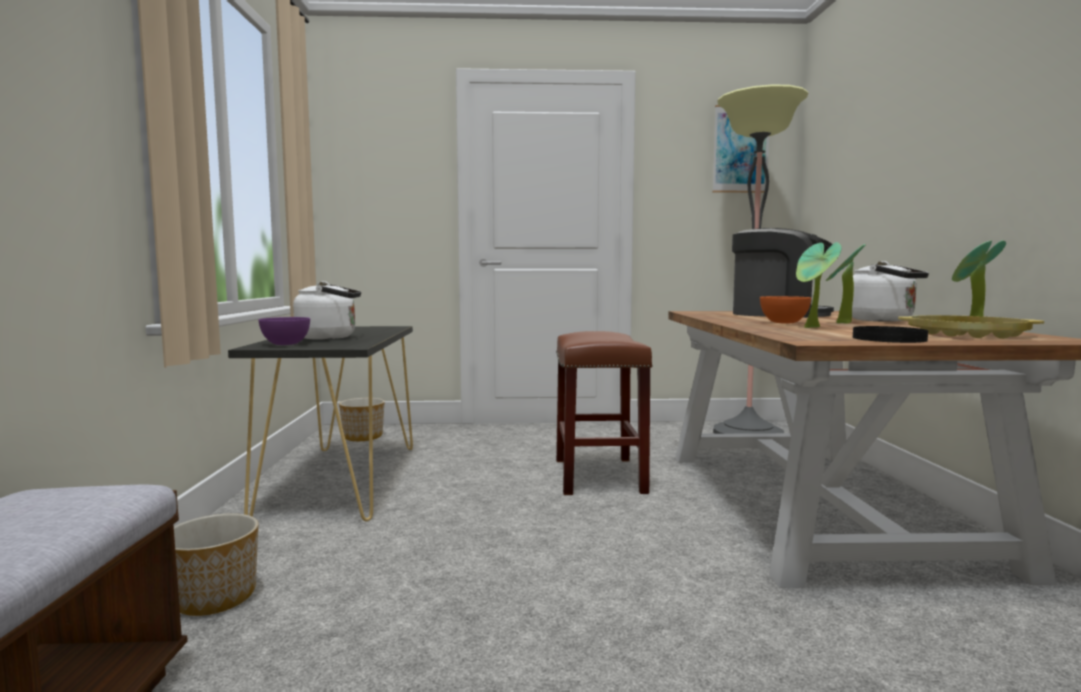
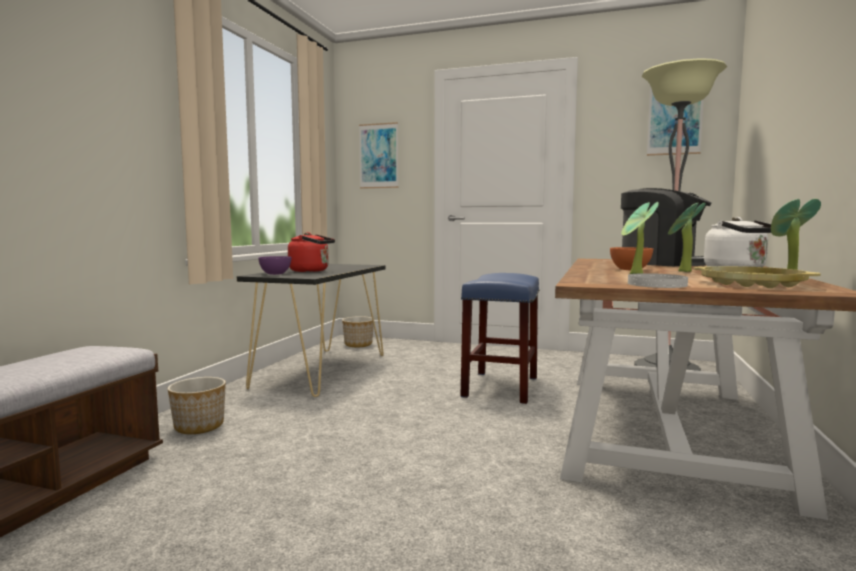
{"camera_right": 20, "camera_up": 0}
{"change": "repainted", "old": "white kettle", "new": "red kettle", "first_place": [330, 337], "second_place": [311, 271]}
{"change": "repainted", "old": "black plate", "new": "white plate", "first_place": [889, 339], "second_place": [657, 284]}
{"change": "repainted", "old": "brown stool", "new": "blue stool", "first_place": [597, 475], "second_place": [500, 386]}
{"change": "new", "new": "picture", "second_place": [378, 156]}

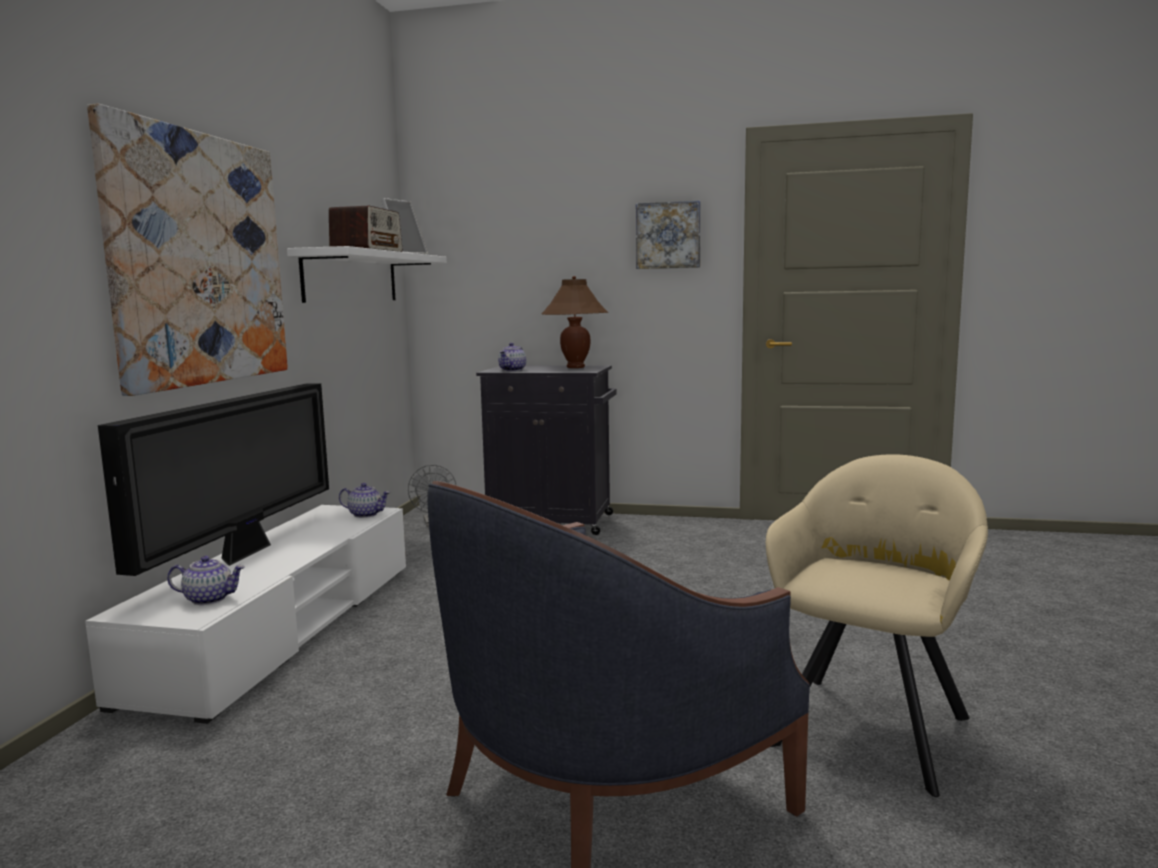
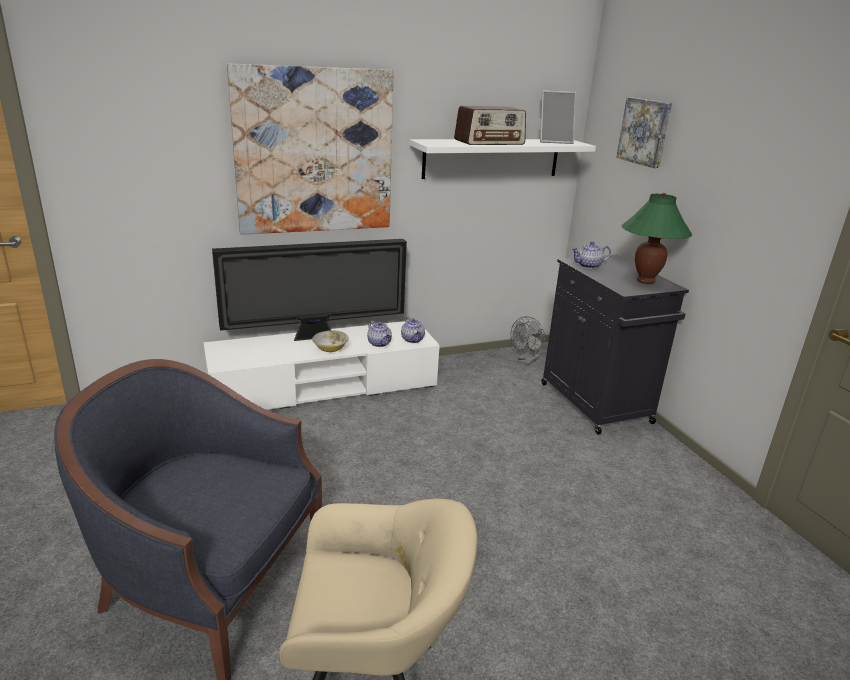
{"camera_right": 55, "camera_up": 15}
{"change": "shifted", "old": "picture", "first_place": [668, 235], "second_place": [645, 132]}
{"change": "repainted", "old": "brown table lamp", "new": "green table lamp", "first_place": [575, 367], "second_place": [645, 281]}
{"change": "shifted", "old": "teapot", "first_place": [209, 599], "second_place": [379, 343]}
{"change": "new", "new": "bowl", "second_place": [330, 349]}

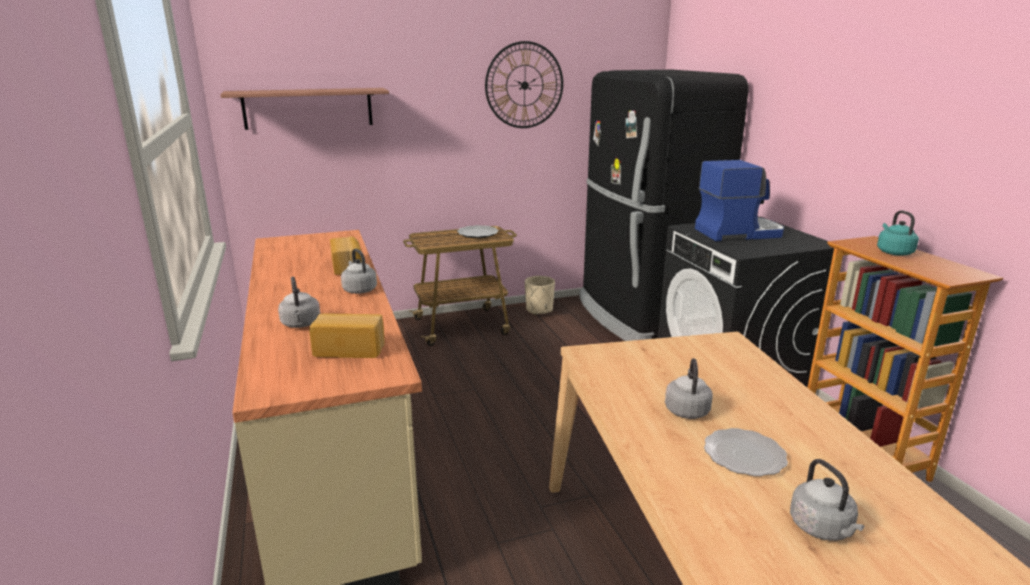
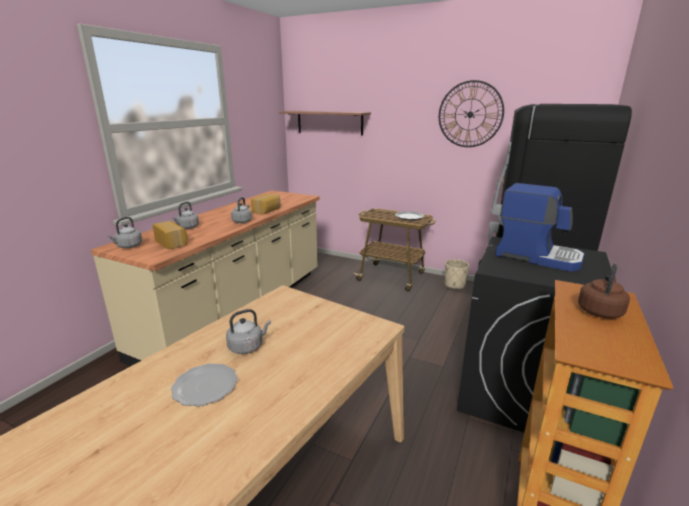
{"camera_right": 45, "camera_up": 0}
{"change": "repainted", "old": "turquoise kettle", "new": "brown kettle", "first_place": [893, 252], "second_place": [600, 311]}
{"change": "shifted", "old": "grey kettle", "first_place": [822, 529], "second_place": [128, 246]}

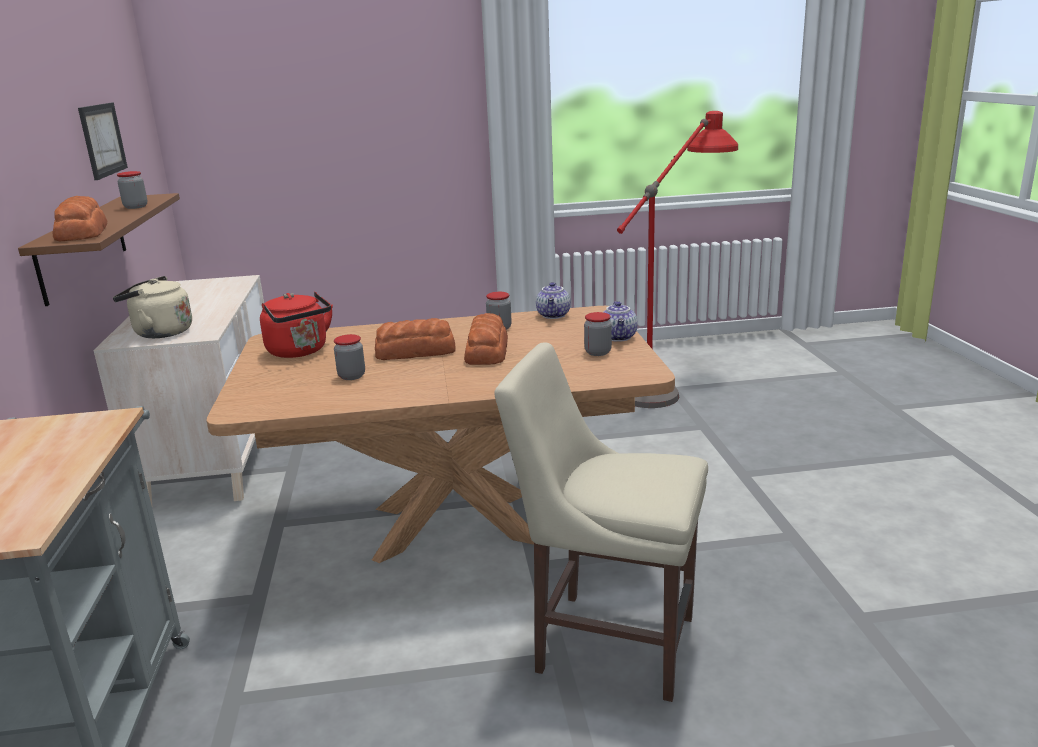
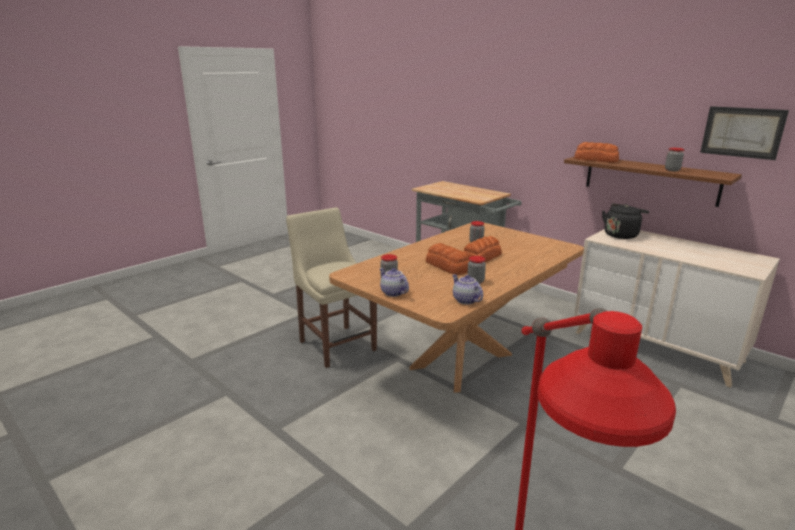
{"camera_right": 140, "camera_up": 0}
{"change": "repainted", "old": "beige kettle", "new": "black kettle", "first_place": [159, 333], "second_place": [621, 235]}
{"change": "gone", "old": "red kettle", "first_place": [300, 352]}
{"change": "rotated", "old": "beige chair", "first_place": [607, 641], "second_place": [336, 344], "degrees": -105}

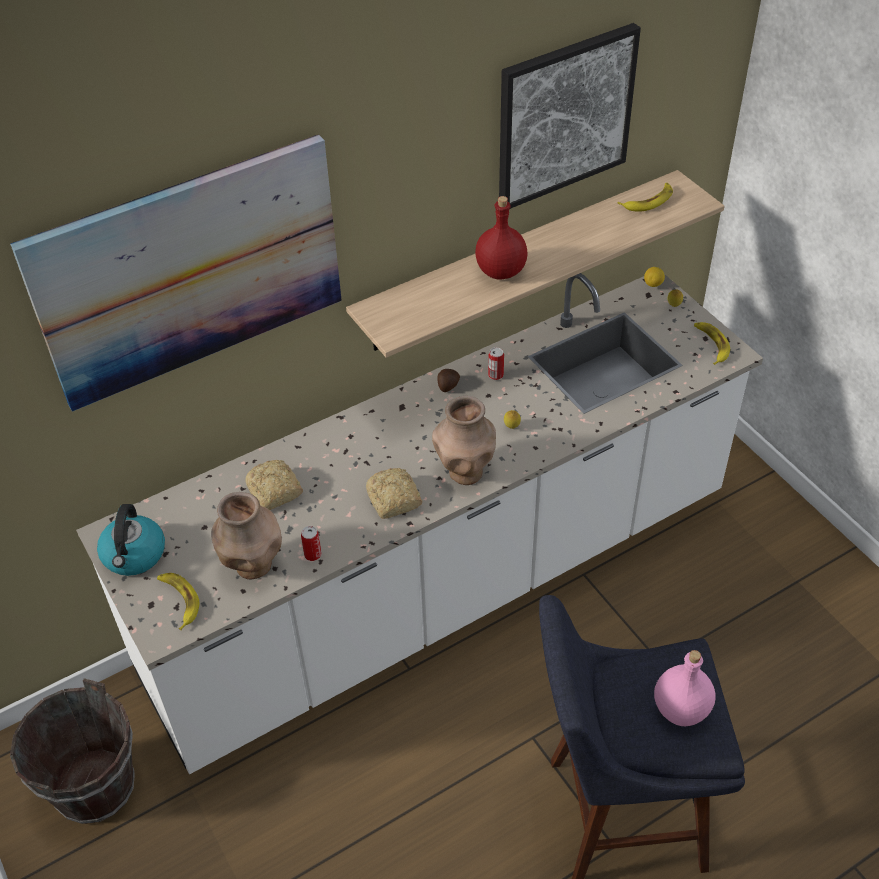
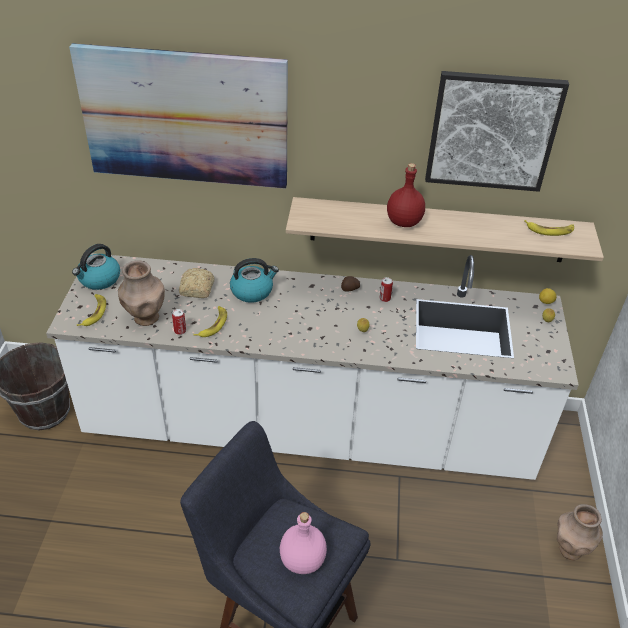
{"camera_right": 35, "camera_up": -5}
{"change": "shifted", "old": "banana", "first_place": [711, 345], "second_place": [213, 324]}
{"change": "shifted", "old": "brown vase", "first_place": [465, 471], "second_place": [570, 549]}
{"change": "gone", "old": "bread", "first_place": [393, 501]}
{"change": "new", "new": "kettle", "second_place": [252, 291]}

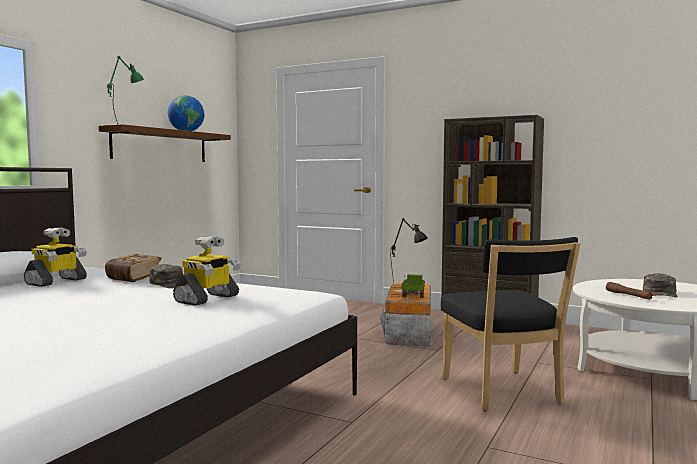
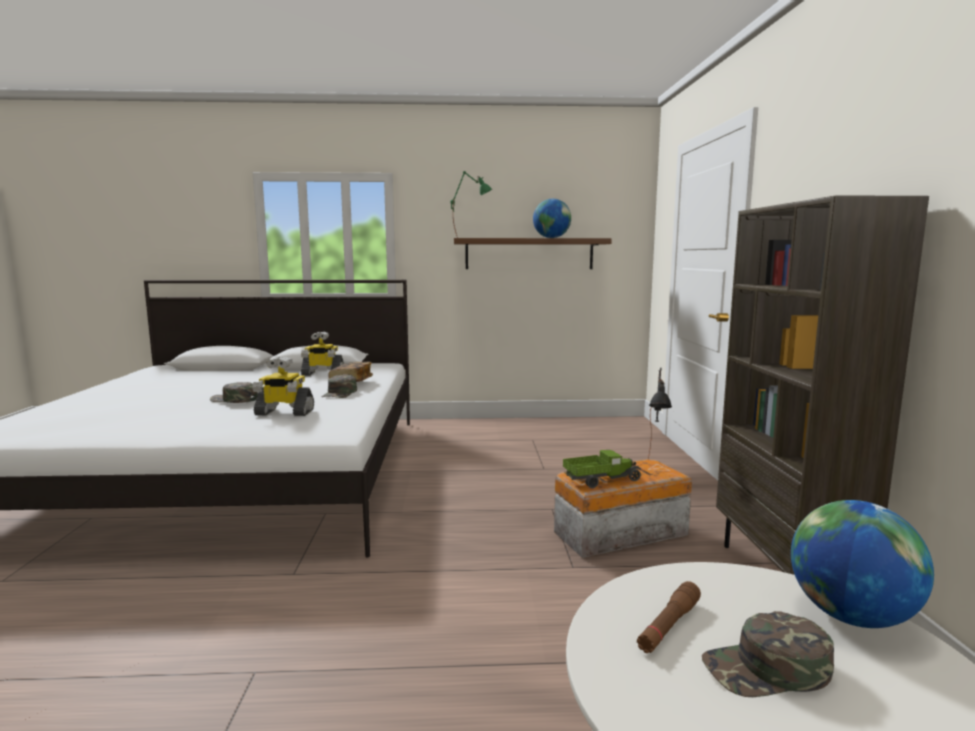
{"camera_right": 60, "camera_up": 5}
{"change": "gone", "old": "black chair", "first_place": [503, 393]}
{"change": "new", "new": "green cap", "second_place": [234, 399]}
{"change": "new", "new": "globe", "second_place": [851, 616]}

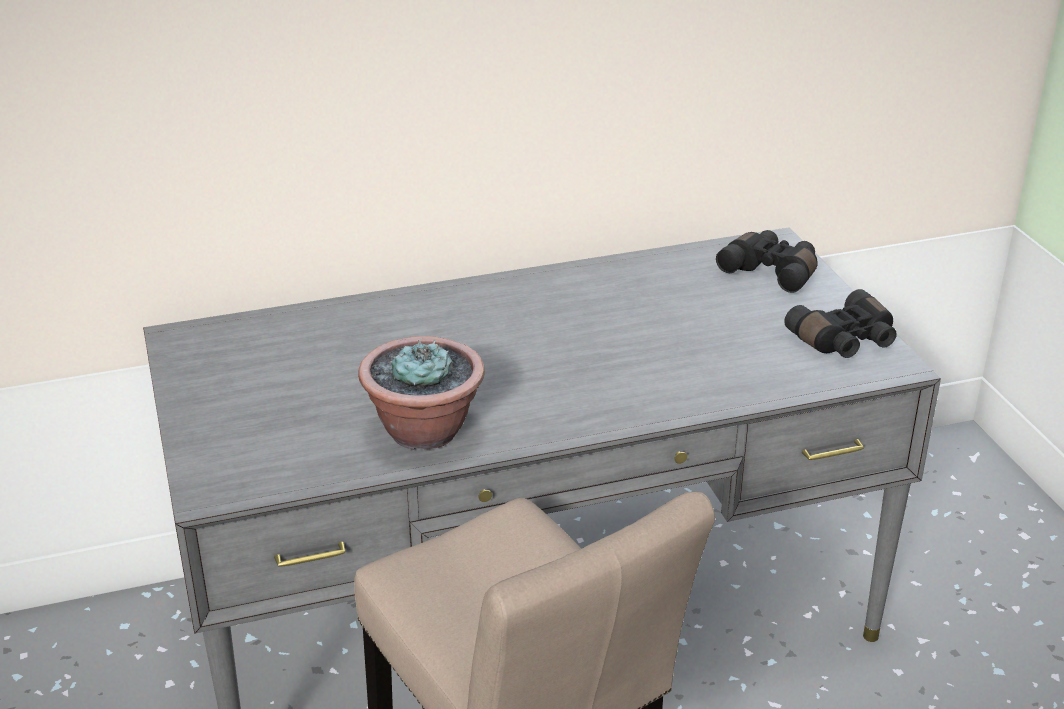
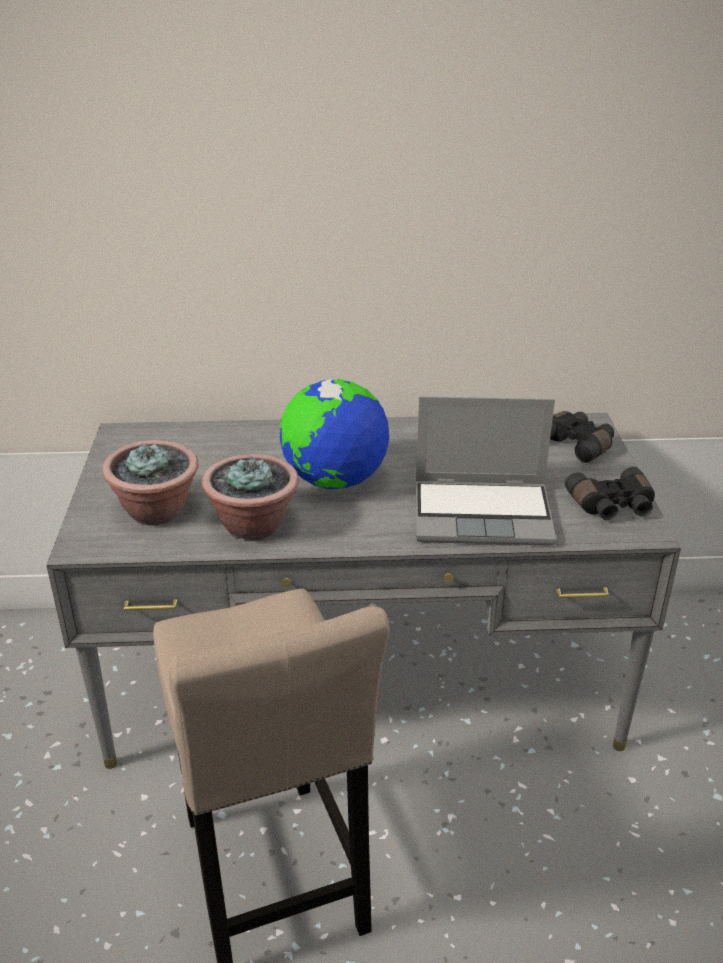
{"camera_right": 15, "camera_up": 0}
{"change": "new", "new": "globe", "second_place": [334, 481]}
{"change": "new", "new": "laptop", "second_place": [484, 514]}
{"change": "new", "new": "potted plant", "second_place": [157, 511]}

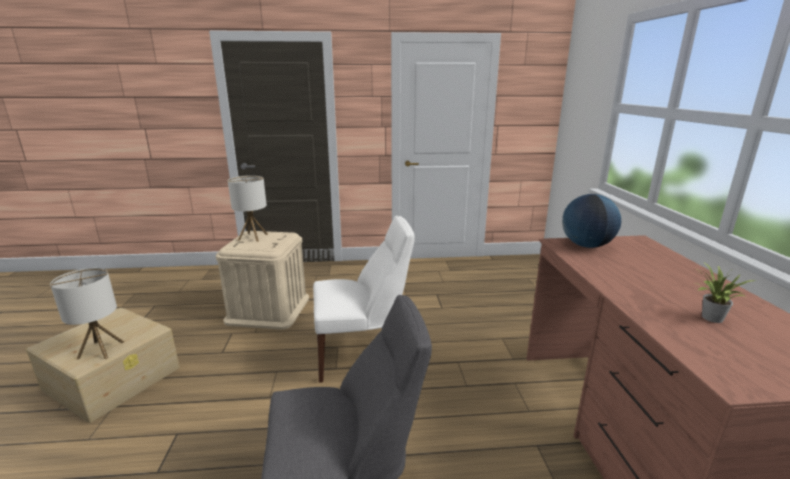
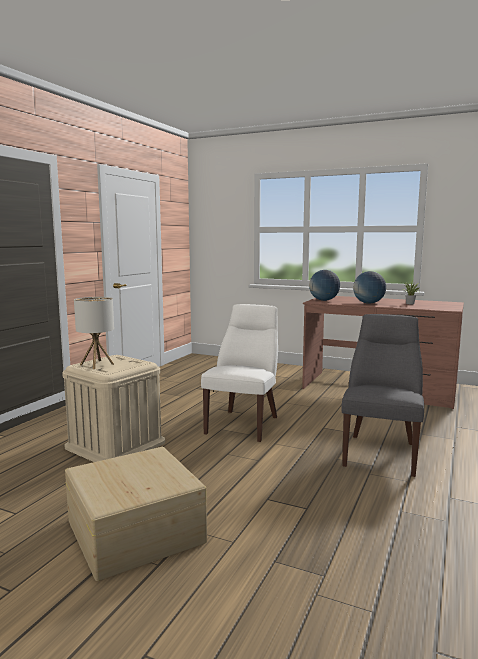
{"camera_right": -60, "camera_up": -10}
{"change": "gone", "old": "table lamp", "first_place": [100, 350]}
{"change": "new", "new": "globe", "second_place": [368, 303]}

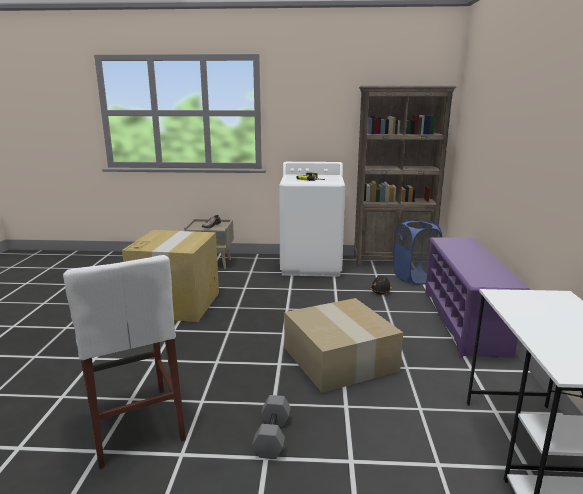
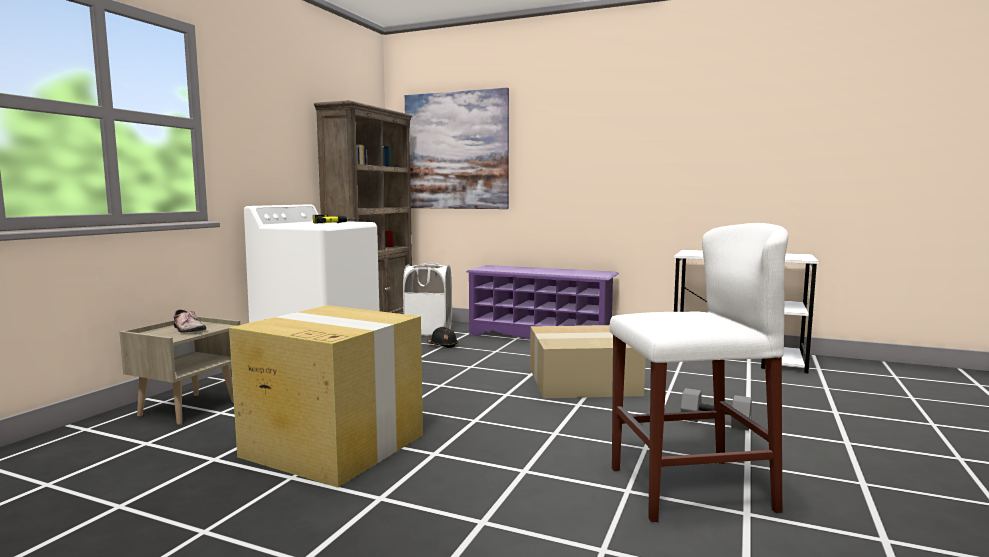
{"camera_right": -70, "camera_up": -10}
{"change": "repainted", "old": "blue laundry basket", "new": "white laundry basket", "first_place": [414, 278], "second_place": [428, 331]}
{"change": "new", "new": "picture", "second_place": [456, 151]}

